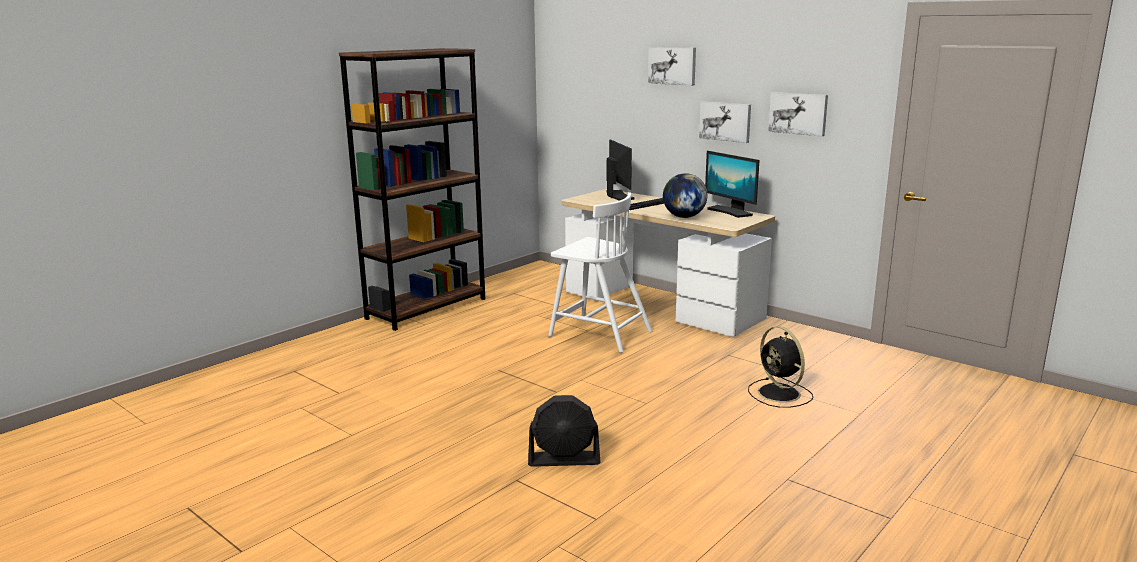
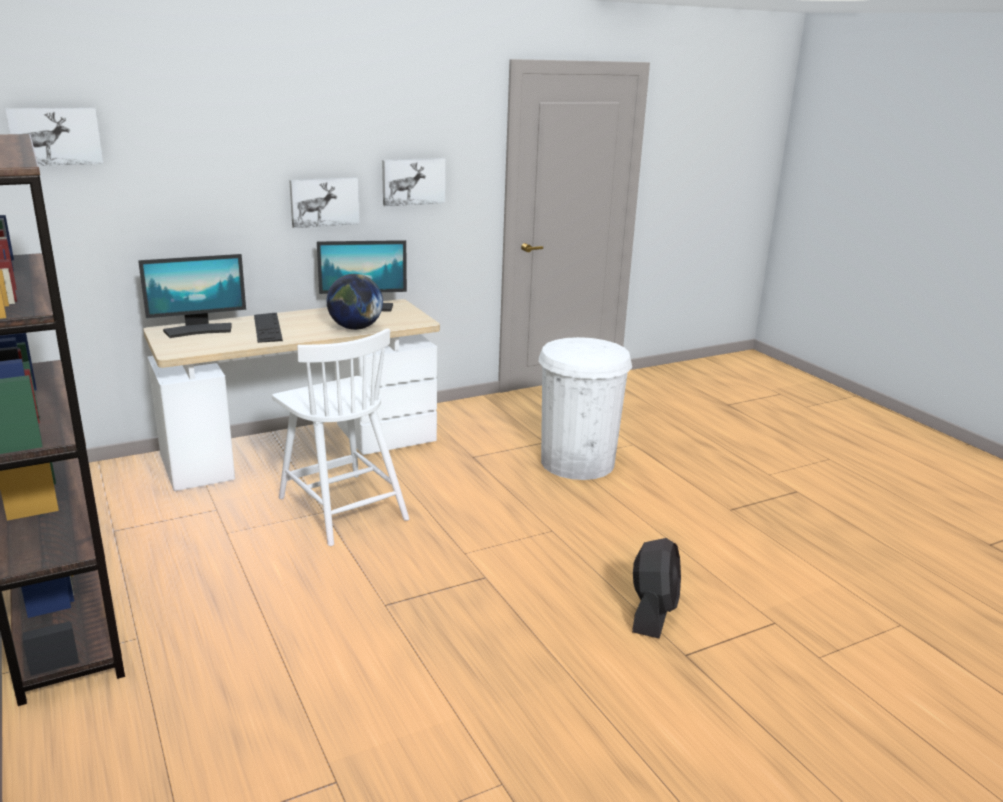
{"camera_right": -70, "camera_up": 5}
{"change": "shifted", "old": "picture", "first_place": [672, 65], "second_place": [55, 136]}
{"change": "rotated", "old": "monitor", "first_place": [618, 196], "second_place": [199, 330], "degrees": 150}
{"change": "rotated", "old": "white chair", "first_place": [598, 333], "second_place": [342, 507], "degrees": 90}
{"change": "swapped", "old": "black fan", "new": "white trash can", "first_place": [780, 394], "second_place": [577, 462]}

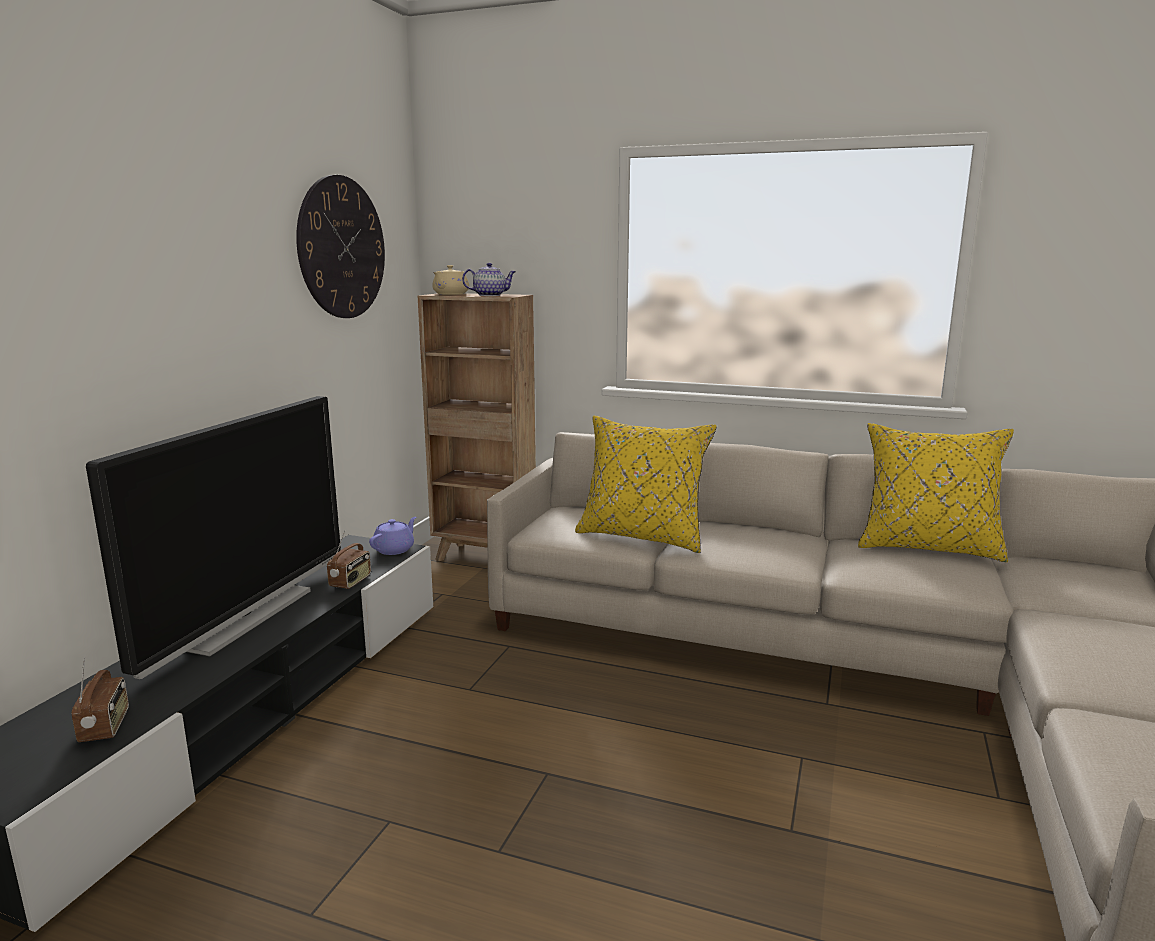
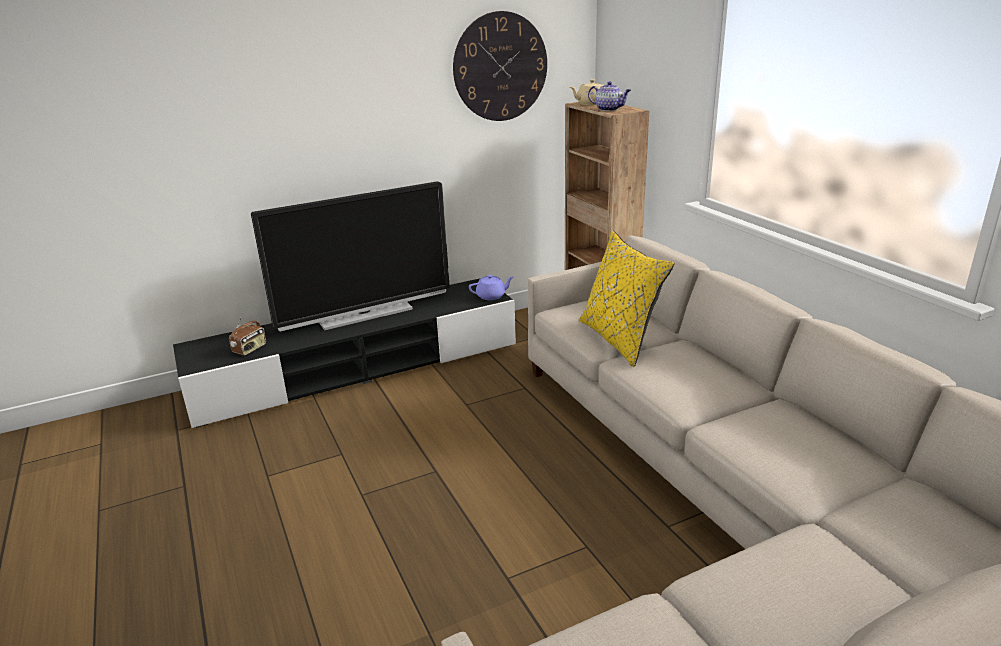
{"camera_right": 45, "camera_up": 10}
{"change": "gone", "old": "yellow pillow", "first_place": [927, 547]}
{"change": "gone", "old": "radio", "first_place": [351, 582]}

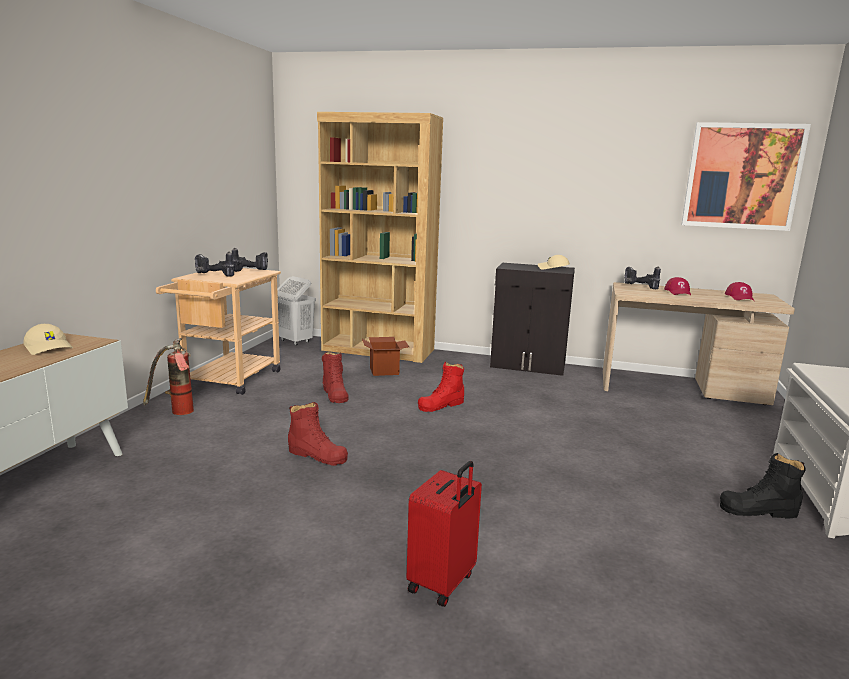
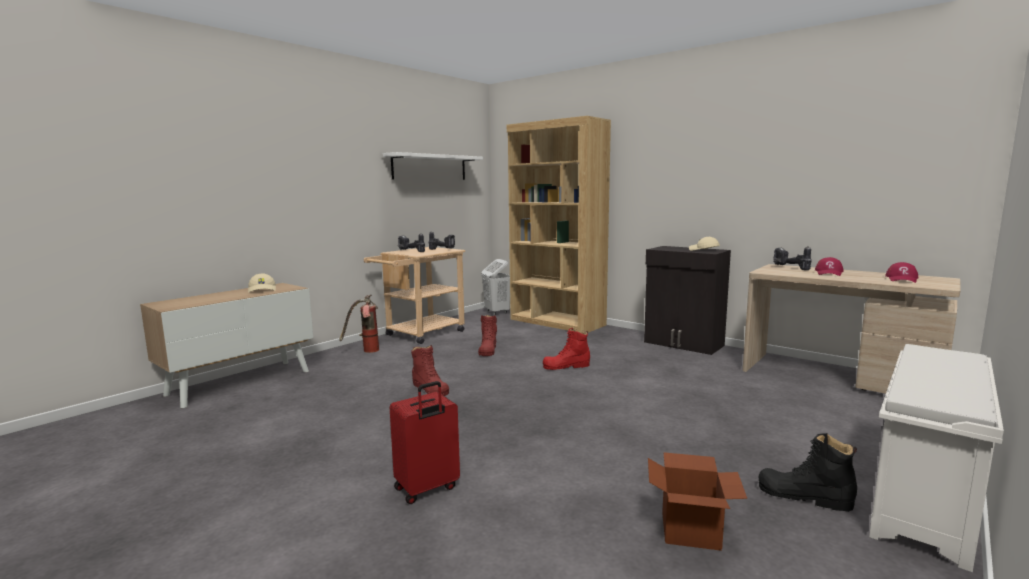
{"camera_right": 25, "camera_up": -5}
{"change": "gone", "old": "picture", "first_place": [742, 176]}
{"change": "shifted", "old": "cardboard box", "first_place": [384, 371], "second_place": [690, 531]}
{"change": "new", "new": "white shelf", "second_place": [430, 167]}

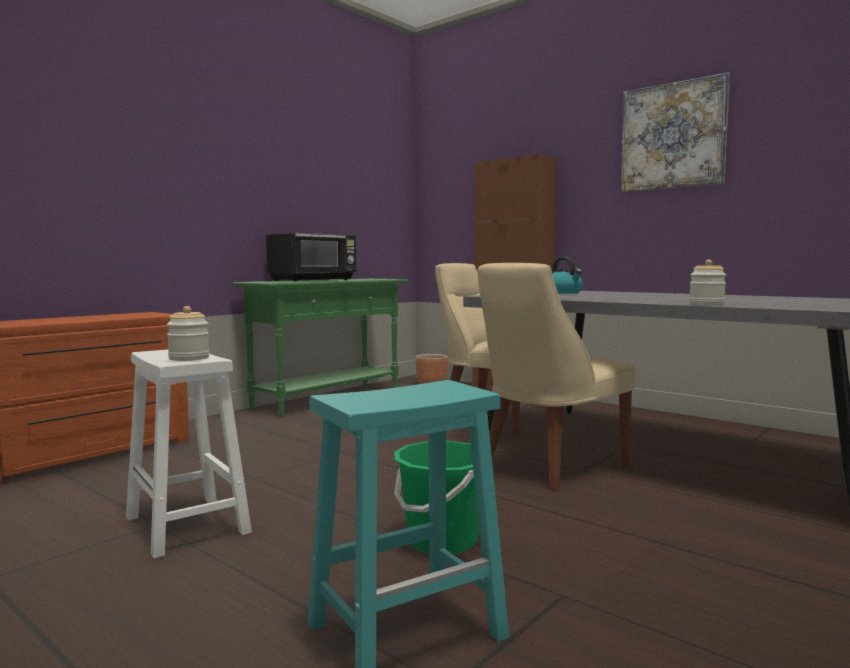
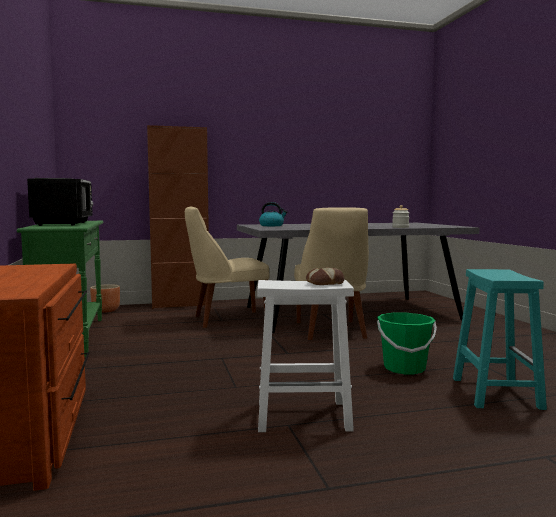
{"camera_right": -55, "camera_up": 0}
{"change": "gone", "old": "picture", "first_place": [673, 136]}
{"change": "swapped", "old": "jar", "new": "bread", "first_place": [189, 358], "second_place": [324, 282]}

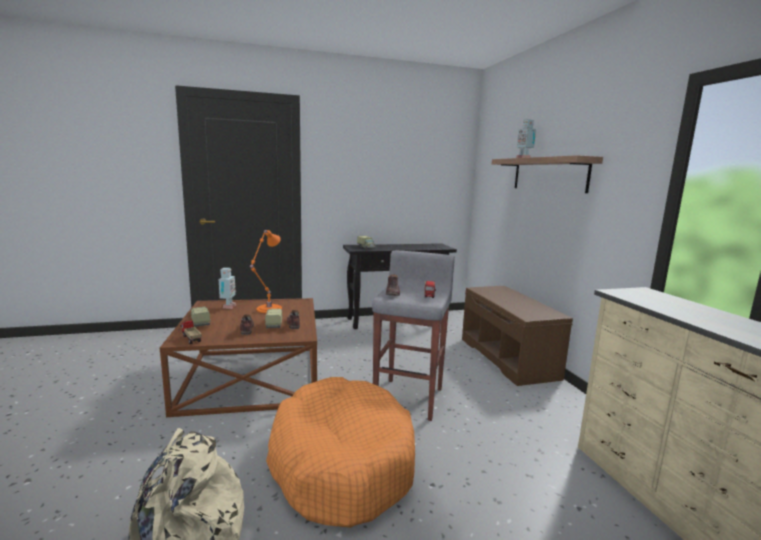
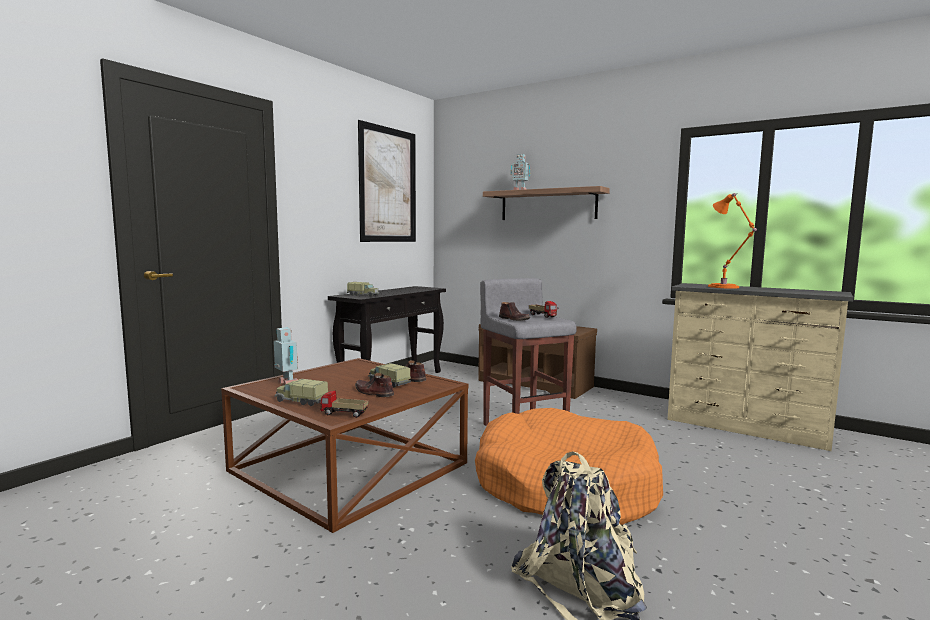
{"camera_right": -40, "camera_up": -5}
{"change": "shifted", "old": "orange table lamp", "first_place": [267, 309], "second_place": [725, 287]}
{"change": "new", "new": "picture", "second_place": [388, 185]}

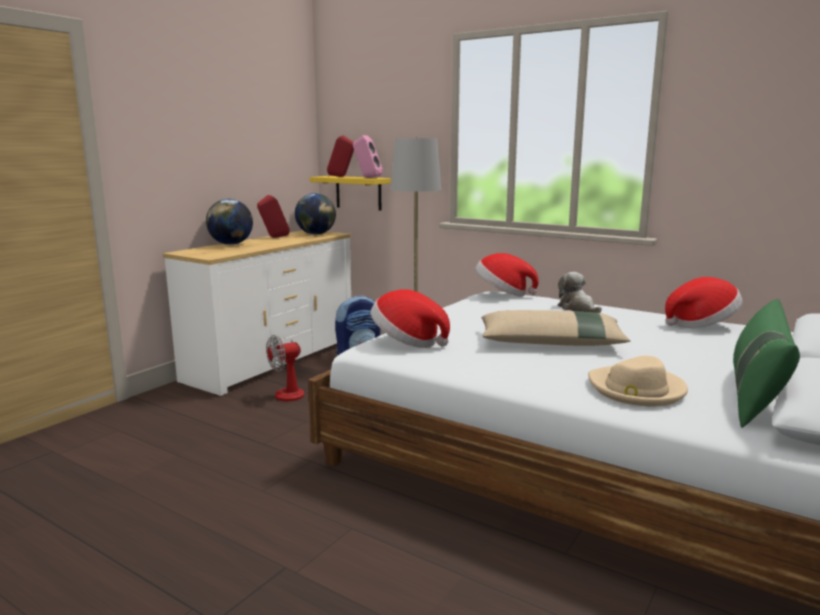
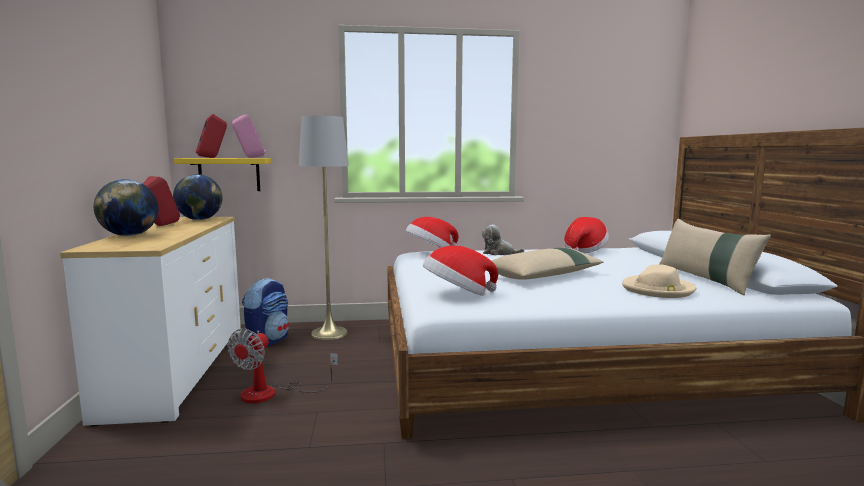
{"camera_right": -40, "camera_up": -5}
{"change": "repainted", "old": "green pillow", "new": "beige pillow", "first_place": [755, 396], "second_place": [705, 280]}

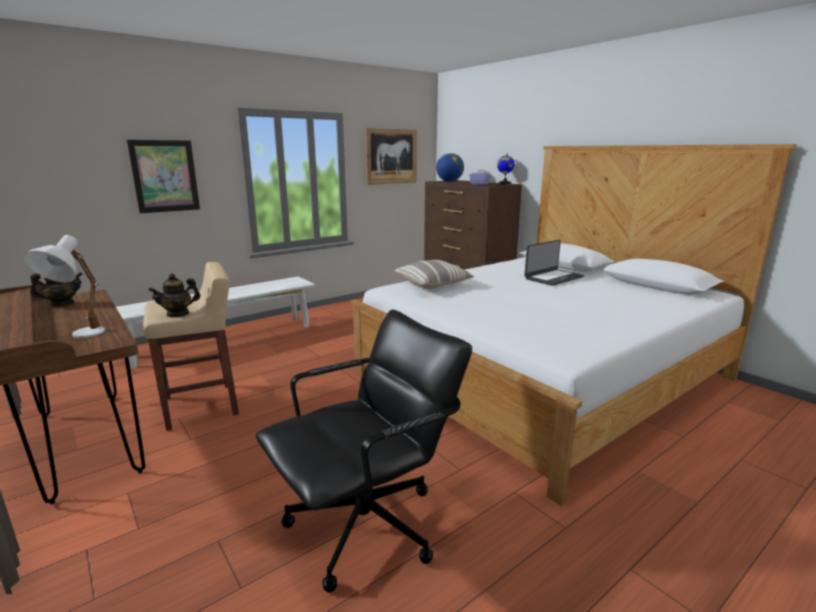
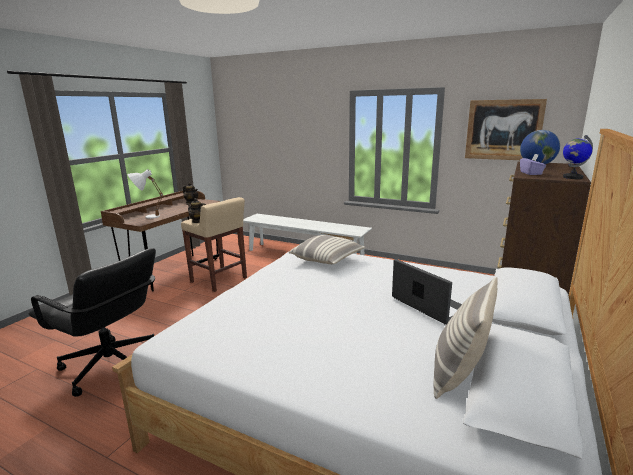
{"camera_right": 65, "camera_up": 0}
{"change": "gone", "old": "picture", "first_place": [165, 176]}
{"change": "rotated", "old": "laptop", "first_place": [553, 277], "second_place": [431, 306], "degrees": -150}
{"change": "new", "new": "pillow", "second_place": [458, 374]}

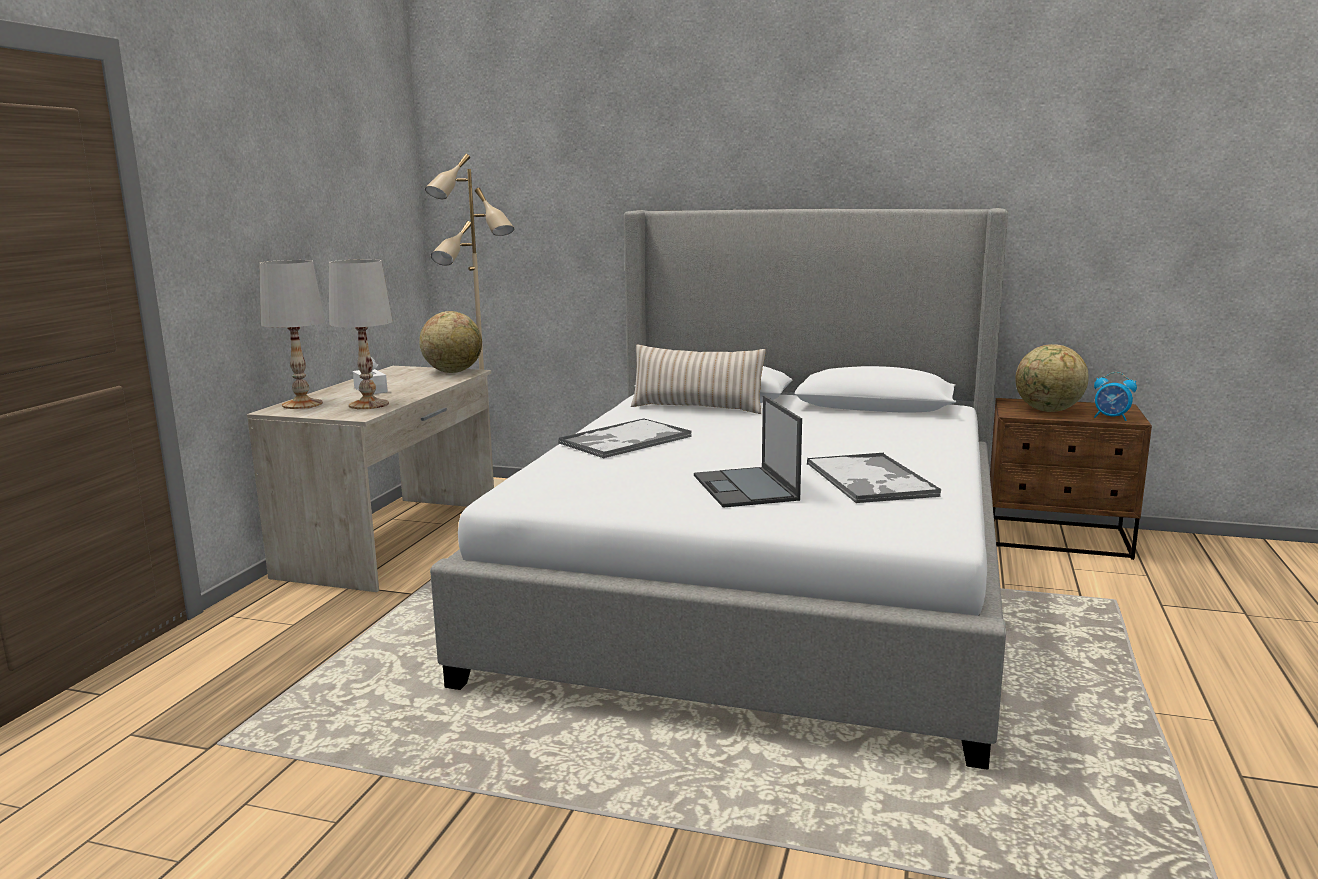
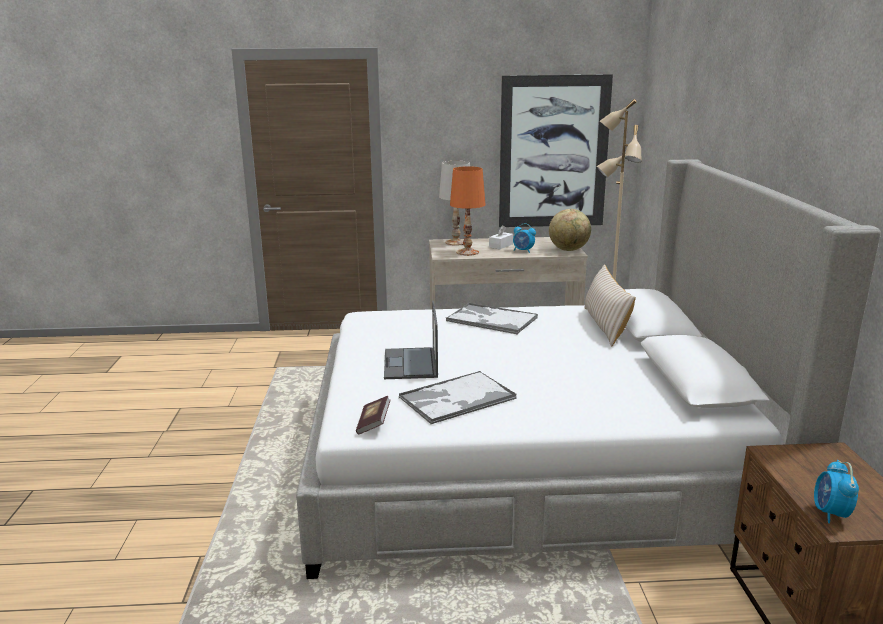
{"camera_right": 70, "camera_up": 5}
{"change": "repainted", "old": "white table lamp", "new": "orange table lamp", "first_place": [369, 404], "second_place": [467, 252]}
{"change": "gone", "old": "globe", "first_place": [1048, 411]}
{"change": "rotated", "old": "laptop", "first_place": [746, 488], "second_place": [411, 364], "degrees": -60}
{"change": "new", "new": "picture", "second_place": [553, 153]}
{"change": "new", "new": "alarm clock", "second_place": [523, 251]}
{"change": "new", "new": "book", "second_place": [373, 424]}

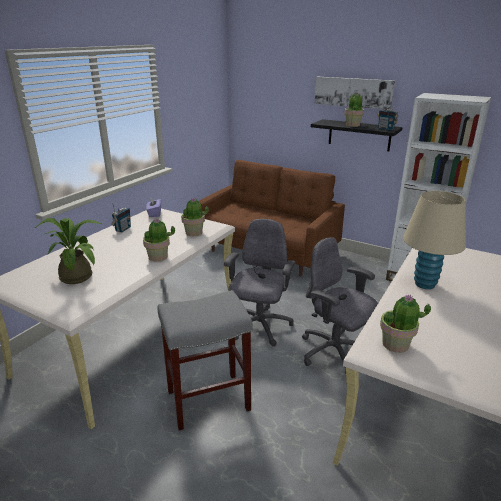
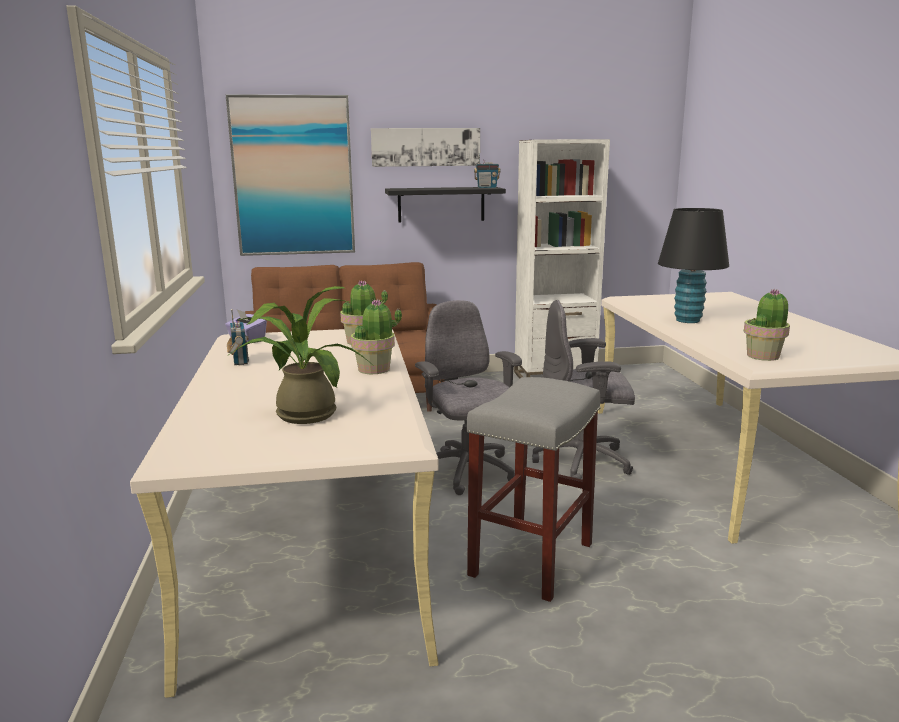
{"camera_right": -40, "camera_up": -10}
{"change": "gone", "old": "potted plant", "first_place": [352, 125]}
{"change": "repainted", "old": "beige table lamp", "new": "black table lamp", "first_place": [425, 284], "second_place": [687, 320]}
{"change": "new", "new": "picture", "second_place": [293, 176]}

